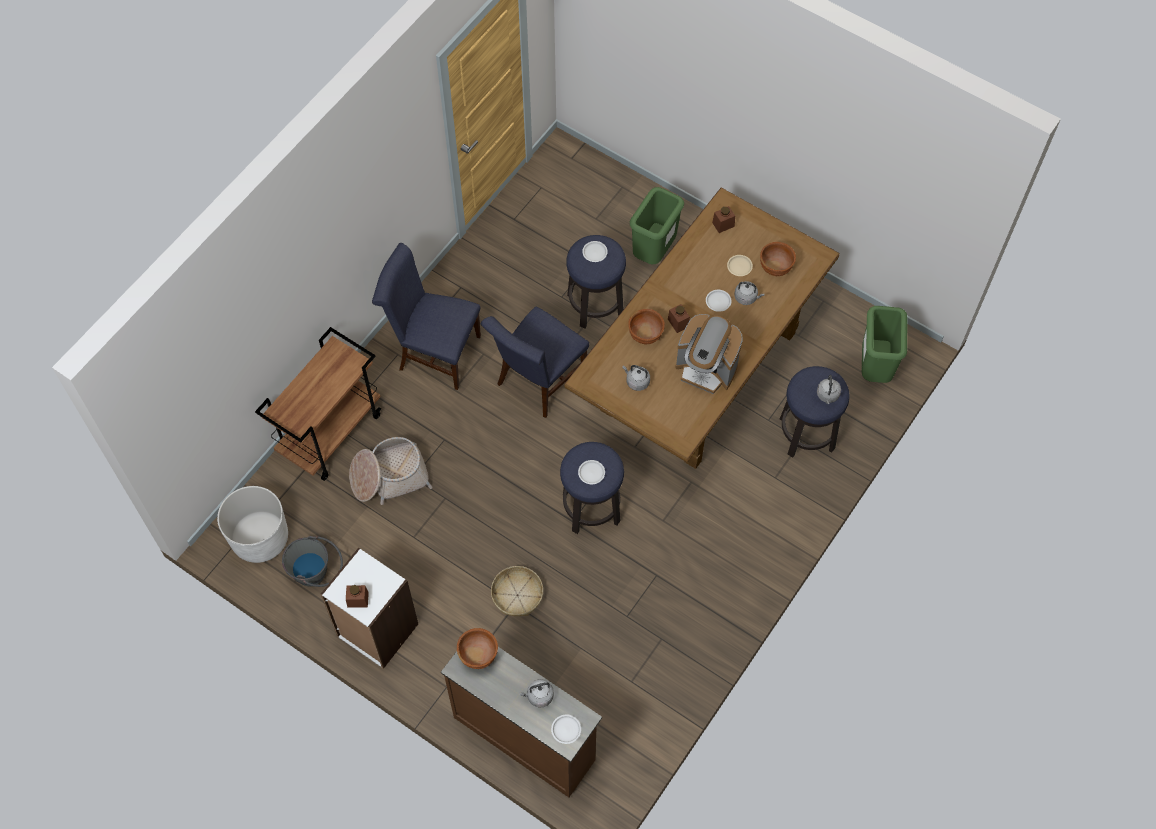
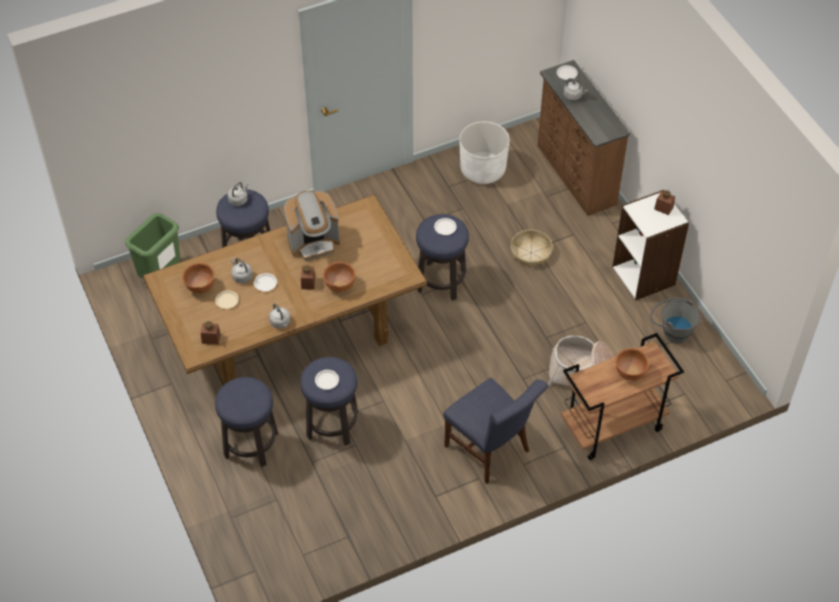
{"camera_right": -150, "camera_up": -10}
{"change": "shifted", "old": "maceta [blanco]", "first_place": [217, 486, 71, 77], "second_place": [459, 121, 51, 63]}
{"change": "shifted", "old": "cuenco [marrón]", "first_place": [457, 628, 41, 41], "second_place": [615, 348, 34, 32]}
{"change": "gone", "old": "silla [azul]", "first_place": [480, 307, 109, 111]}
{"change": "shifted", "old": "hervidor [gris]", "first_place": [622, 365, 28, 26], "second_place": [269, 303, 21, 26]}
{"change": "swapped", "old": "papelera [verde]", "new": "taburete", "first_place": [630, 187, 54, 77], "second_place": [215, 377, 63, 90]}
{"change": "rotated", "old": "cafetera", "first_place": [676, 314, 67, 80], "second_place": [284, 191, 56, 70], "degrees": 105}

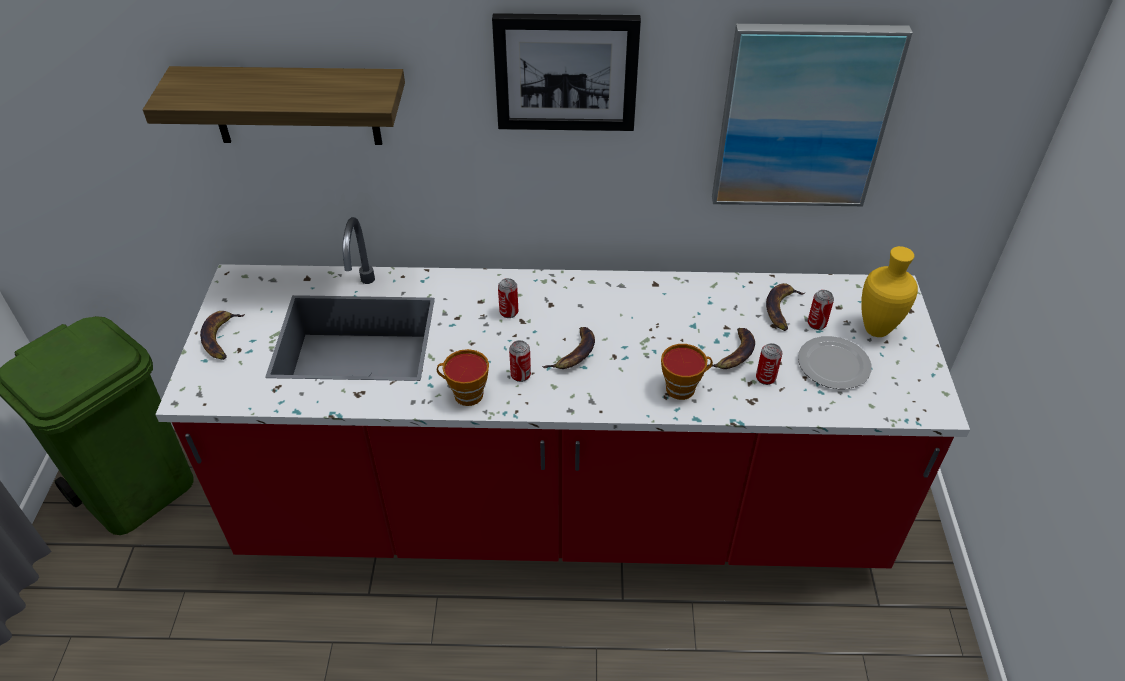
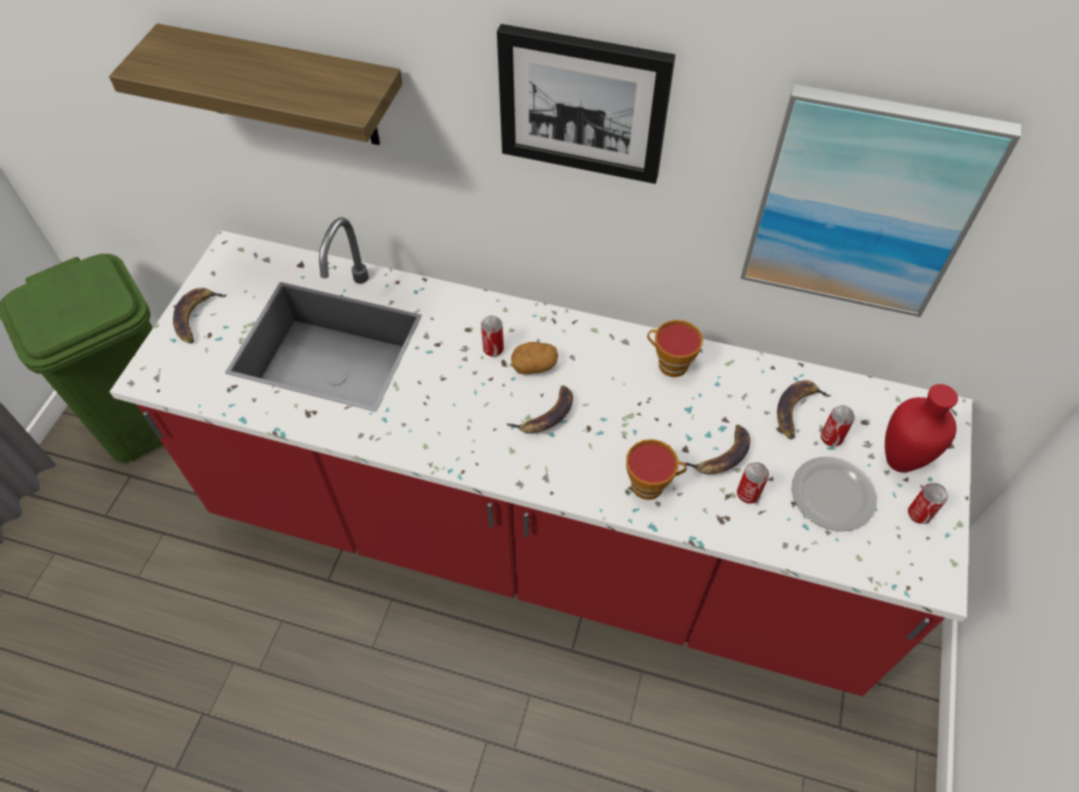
{"camera_right": 15, "camera_up": 10}
{"change": "shifted", "old": "taza", "first_place": [437, 349, 52, 57], "second_place": [647, 320, 56, 57]}
{"change": "shifted", "old": "lata", "first_place": [509, 340, 22, 42], "second_place": [908, 483, 40, 41]}
{"change": "repainted", "old": "florero [amarillo]", "new": "florero [rojo]", "first_place": [861, 246, 57, 91], "second_place": [885, 384, 73, 89]}
{"change": "new", "new": "patata", "second_place": [511, 342, 47, 32]}

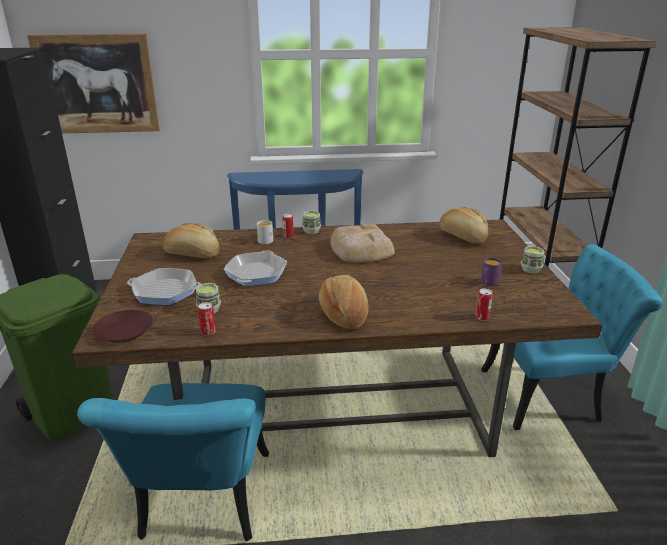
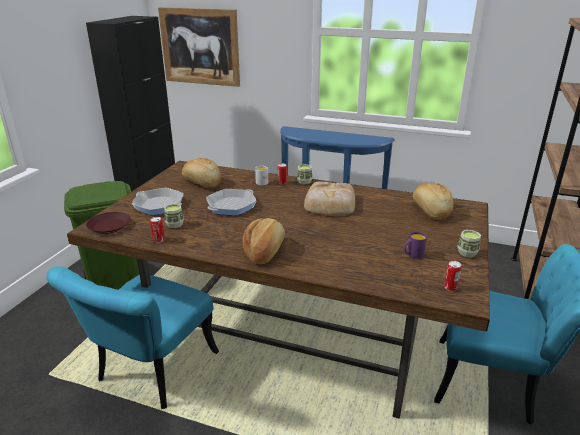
{"camera_right": 25, "camera_up": 0}
{"change": "shifted", "old": "lata", "first_place": [475, 289, 18, 32], "second_place": [444, 261, 18, 30]}

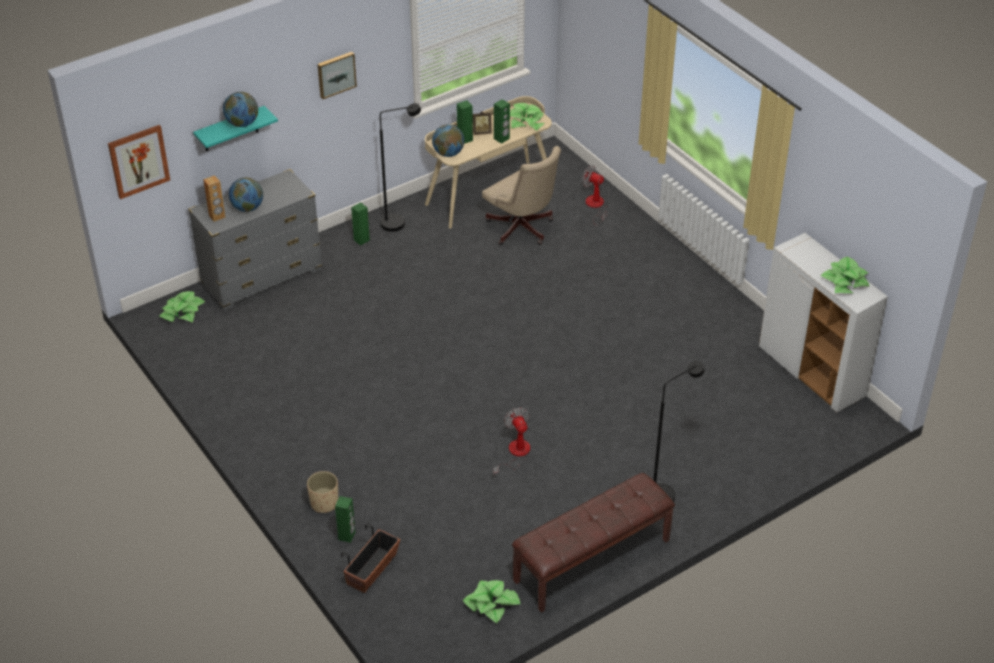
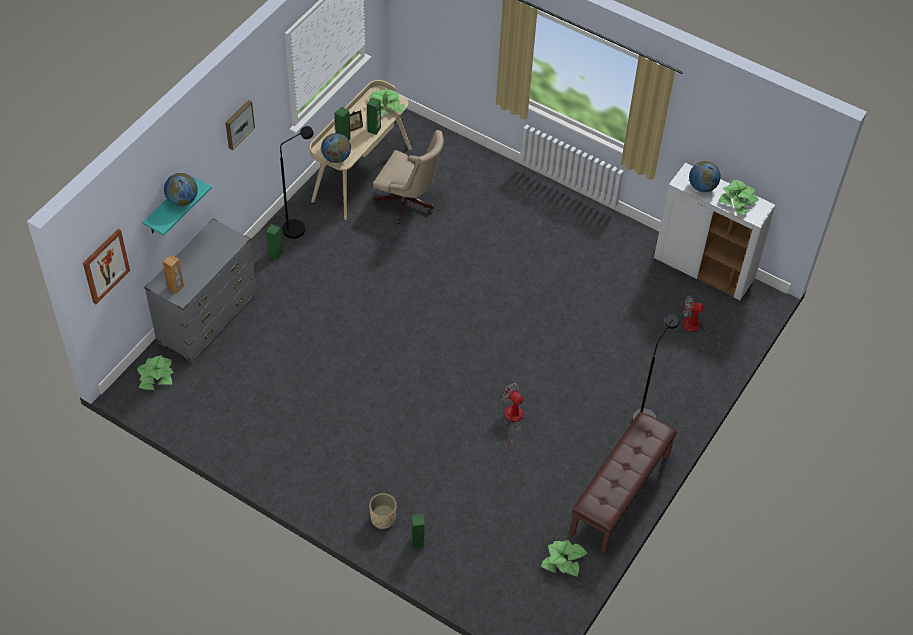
{"camera_right": -25, "camera_up": 10}
{"change": "shifted", "old": "globo terráqueo", "first_place": [229, 177, 34, 35], "second_place": [689, 161, 32, 31]}
{"change": "gone", "old": "maceta", "first_place": [341, 523, 59, 70]}
{"change": "shifted", "old": "ventilador", "first_place": [582, 165, 26, 61], "second_place": [682, 295, 38, 58]}

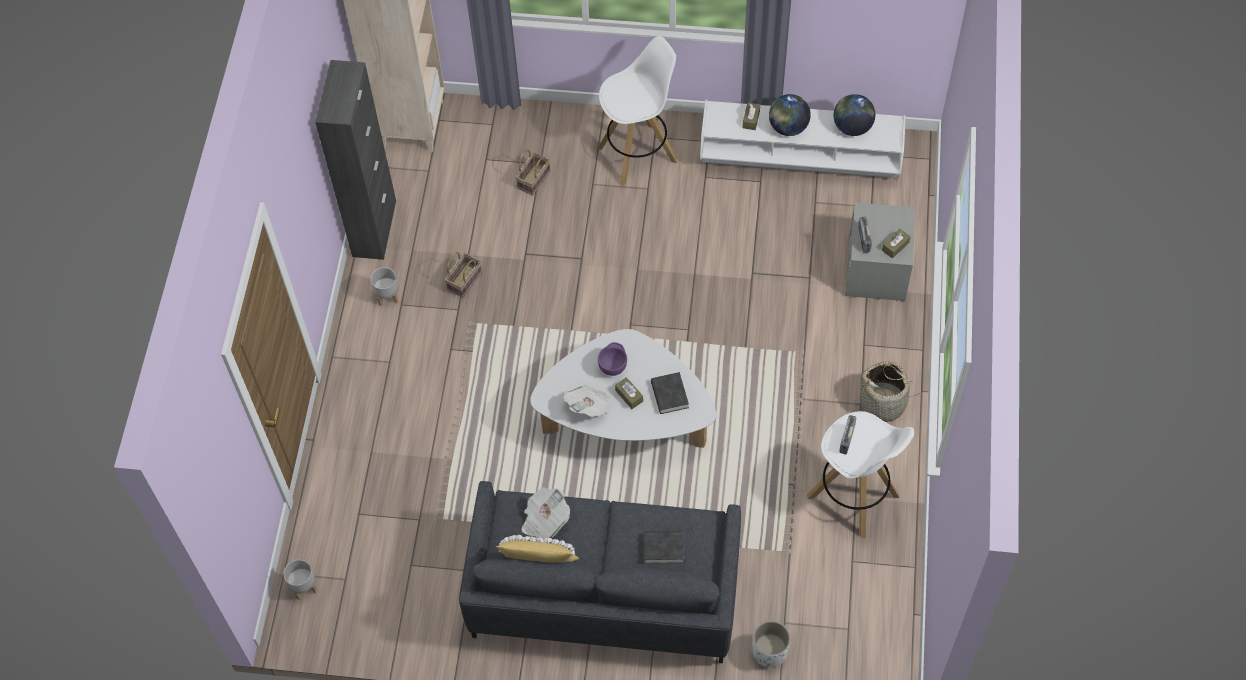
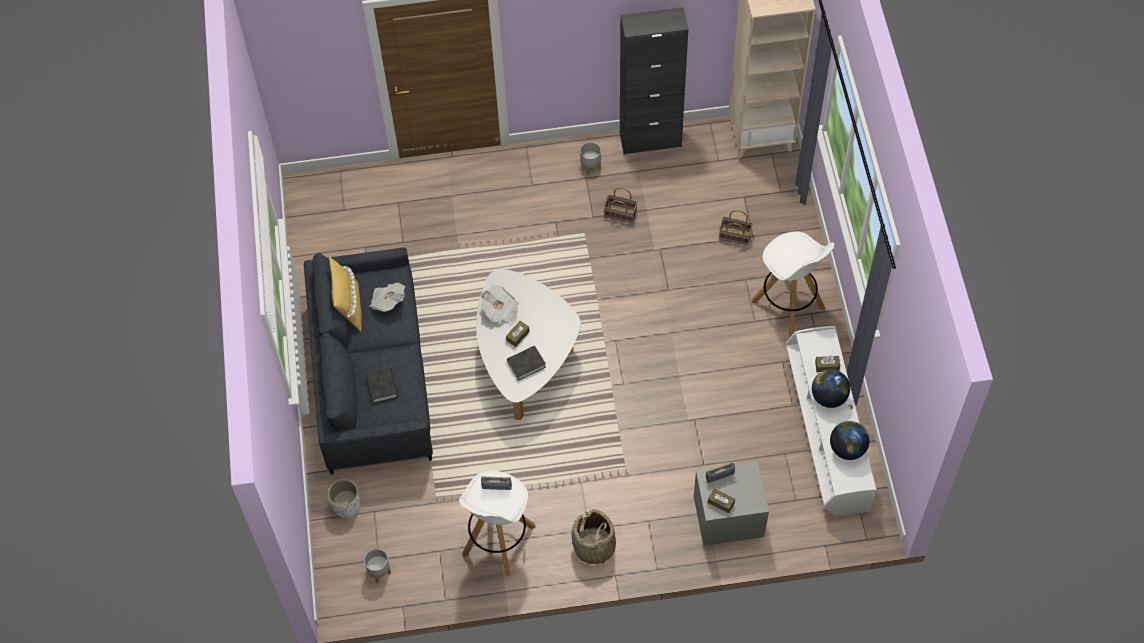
{"camera_right": 75, "camera_up": 0}
{"change": "shifted", "old": "maceta [gris]", "first_place": [283, 560, 34, 40], "second_place": [364, 549, 27, 34]}
{"change": "gone", "old": "cuenco [morado]", "first_place": [598, 342, 29, 34]}

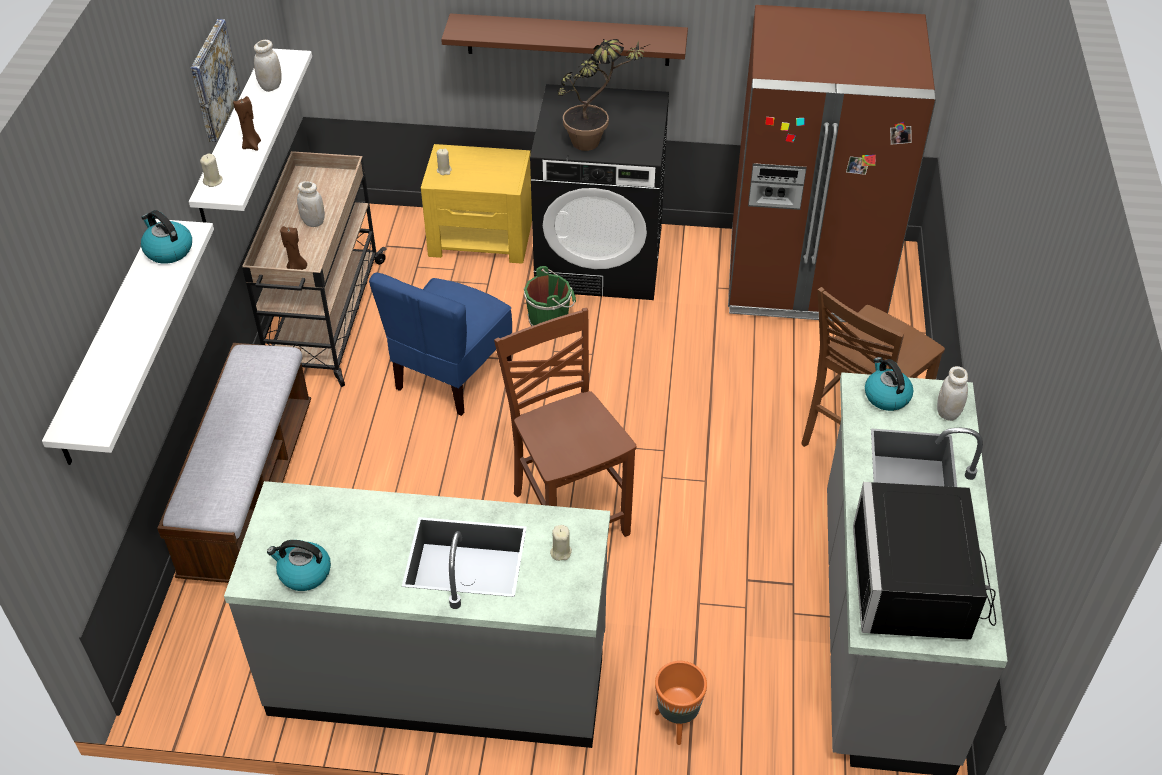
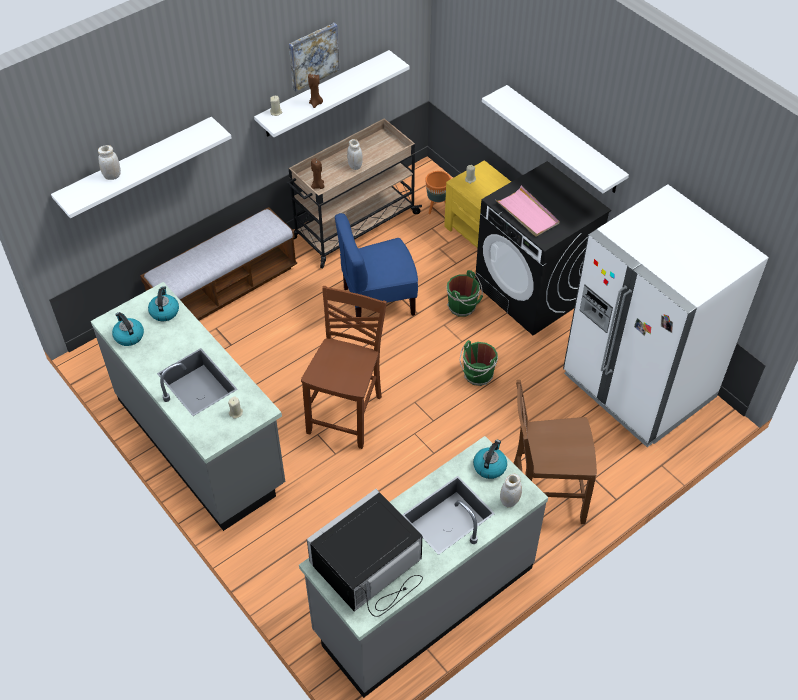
{"camera_right": 45, "camera_up": 5}
{"change": "shifted", "old": "hervidor", "first_place": [141, 210, 51, 54], "second_place": [148, 286, 31, 35]}
{"change": "shifted", "old": "tarro [blanco]", "first_place": [254, 40, 28, 52], "second_place": [98, 145, 23, 35]}
{"change": "repainted", "old": "estante [marrón]", "new": "estante [blanco]", "first_place": [441, 14, 247, 52], "second_place": [482, 85, 147, 108]}
{"change": "swapped", "old": "planta en maceta", "new": "bandeja [rosa]", "first_place": [558, 39, 92, 112], "second_place": [496, 186, 64, 51]}
{"change": "shifted", "old": "maceta [naranja]", "first_place": [655, 661, 52, 84], "second_place": [425, 171, 26, 43]}
{"change": "repainted", "old": "nevera [marrón]", "new": "nevera [blanco]", "first_place": [728, 5, 208, 317], "second_place": [563, 184, 206, 263]}
{"change": "new", "new": "cubo [verde]", "second_place": [460, 340, 38, 46]}

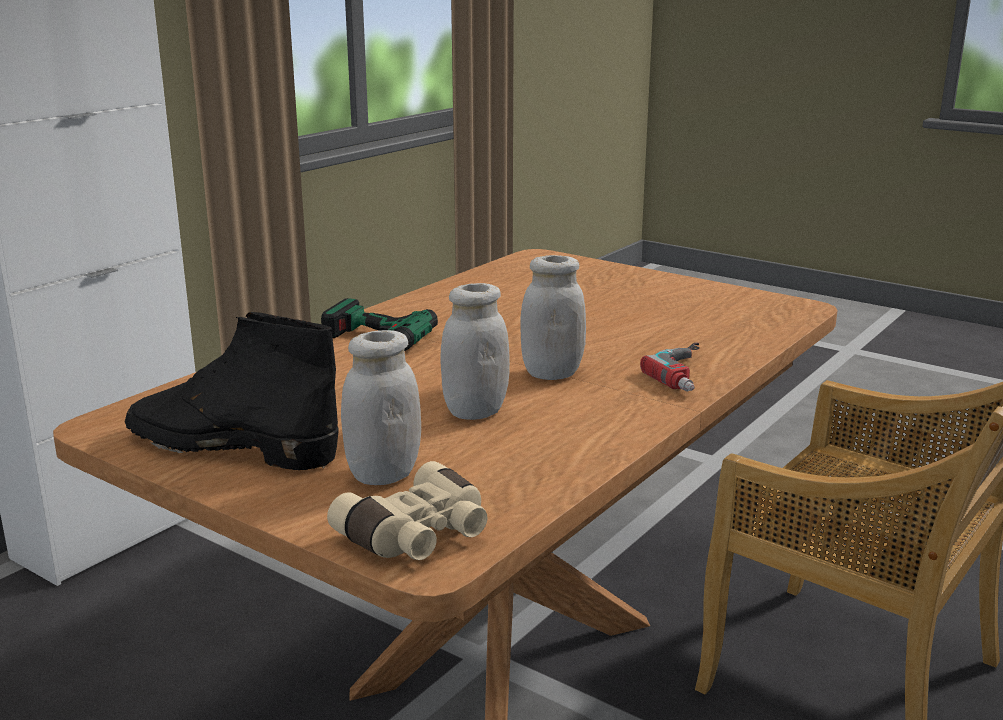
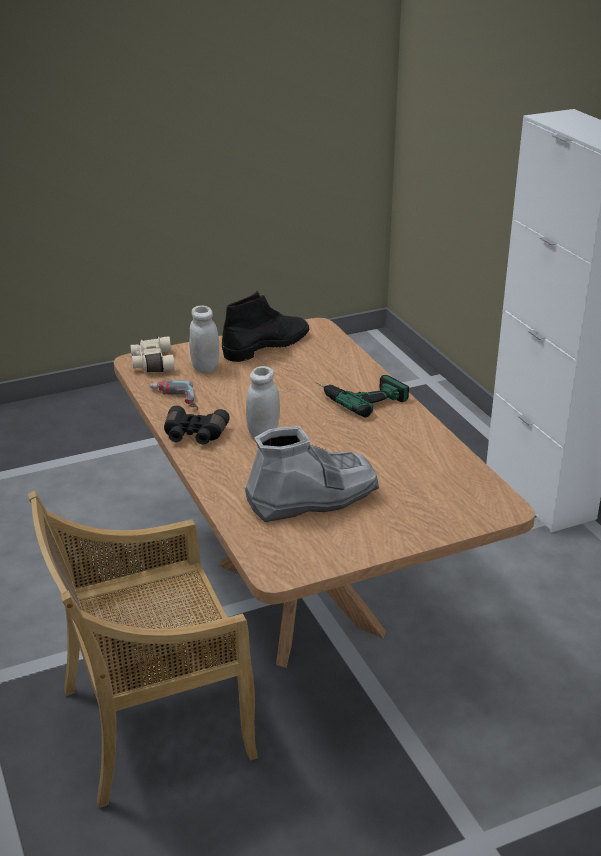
{"camera_right": 120, "camera_up": 10}
{"change": "gone", "old": "tarro [blanco]", "first_place": [440, 283, 70, 137]}
{"change": "shifted", "old": "taladro", "first_place": [640, 343, 60, 49], "second_place": [149, 380, 49, 30]}
{"change": "new", "new": "prismáticos [negro]", "second_place": [164, 406, 66, 39]}
{"change": "new", "new": "bota [gris]", "second_place": [245, 426, 134, 96]}

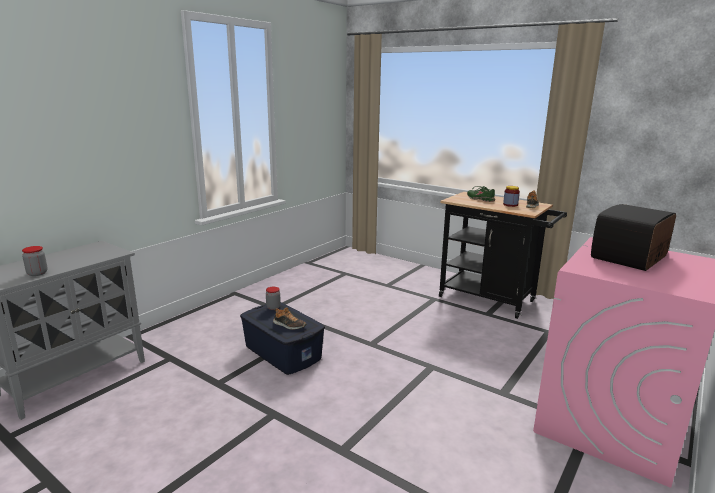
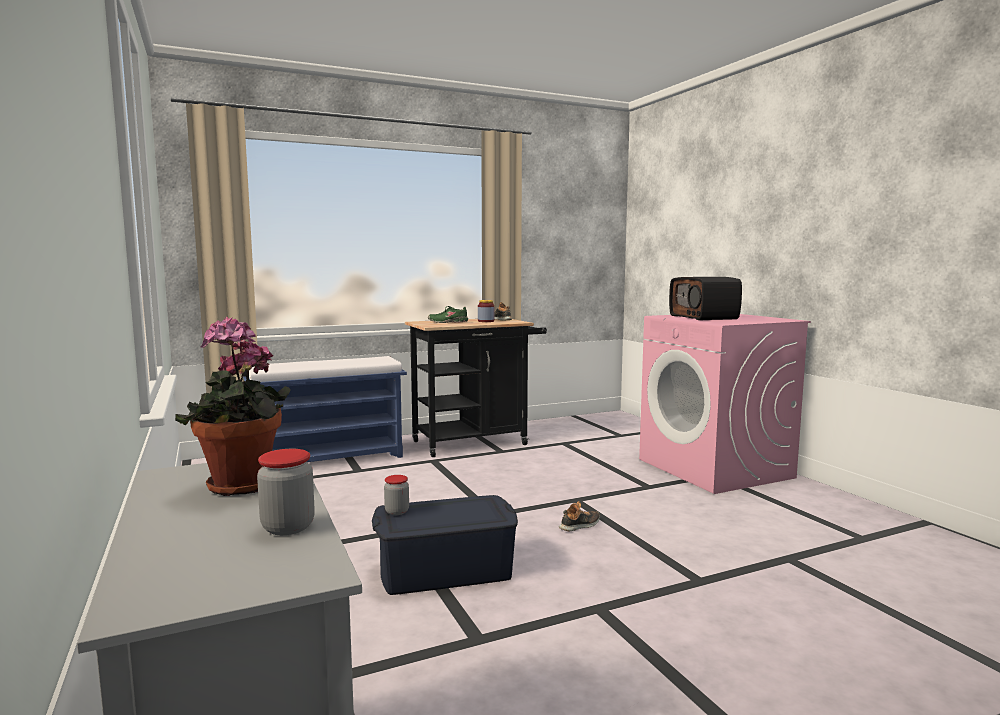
{"camera_right": -60, "camera_up": -10}
{"change": "shifted", "old": "zapato", "first_place": [273, 307, 34, 23], "second_place": [559, 501, 41, 30]}
{"change": "new", "new": "planta en maceta", "second_place": [175, 317, 115, 179]}
{"change": "new", "new": "banco [azul]", "second_place": [243, 356, 164, 106]}

